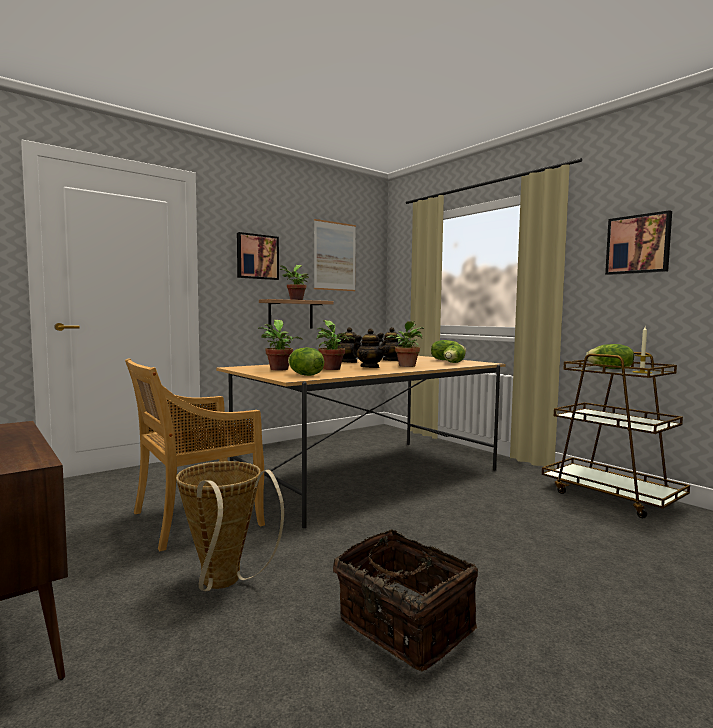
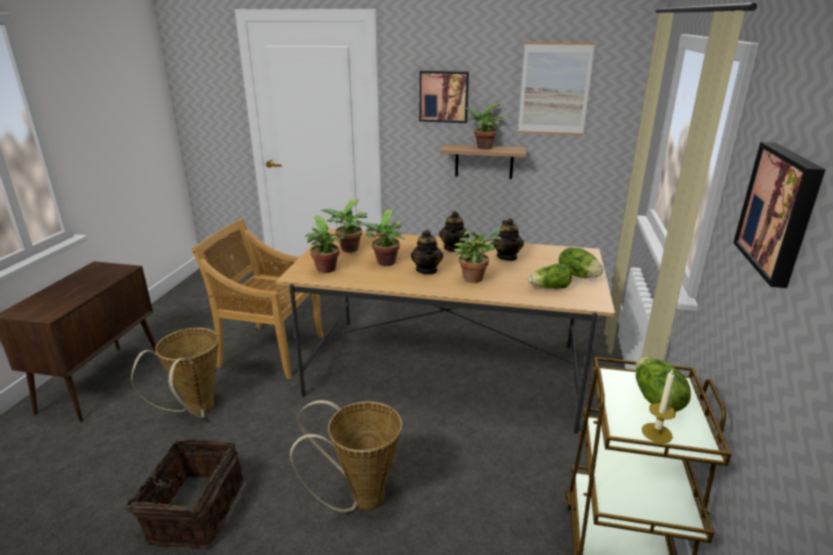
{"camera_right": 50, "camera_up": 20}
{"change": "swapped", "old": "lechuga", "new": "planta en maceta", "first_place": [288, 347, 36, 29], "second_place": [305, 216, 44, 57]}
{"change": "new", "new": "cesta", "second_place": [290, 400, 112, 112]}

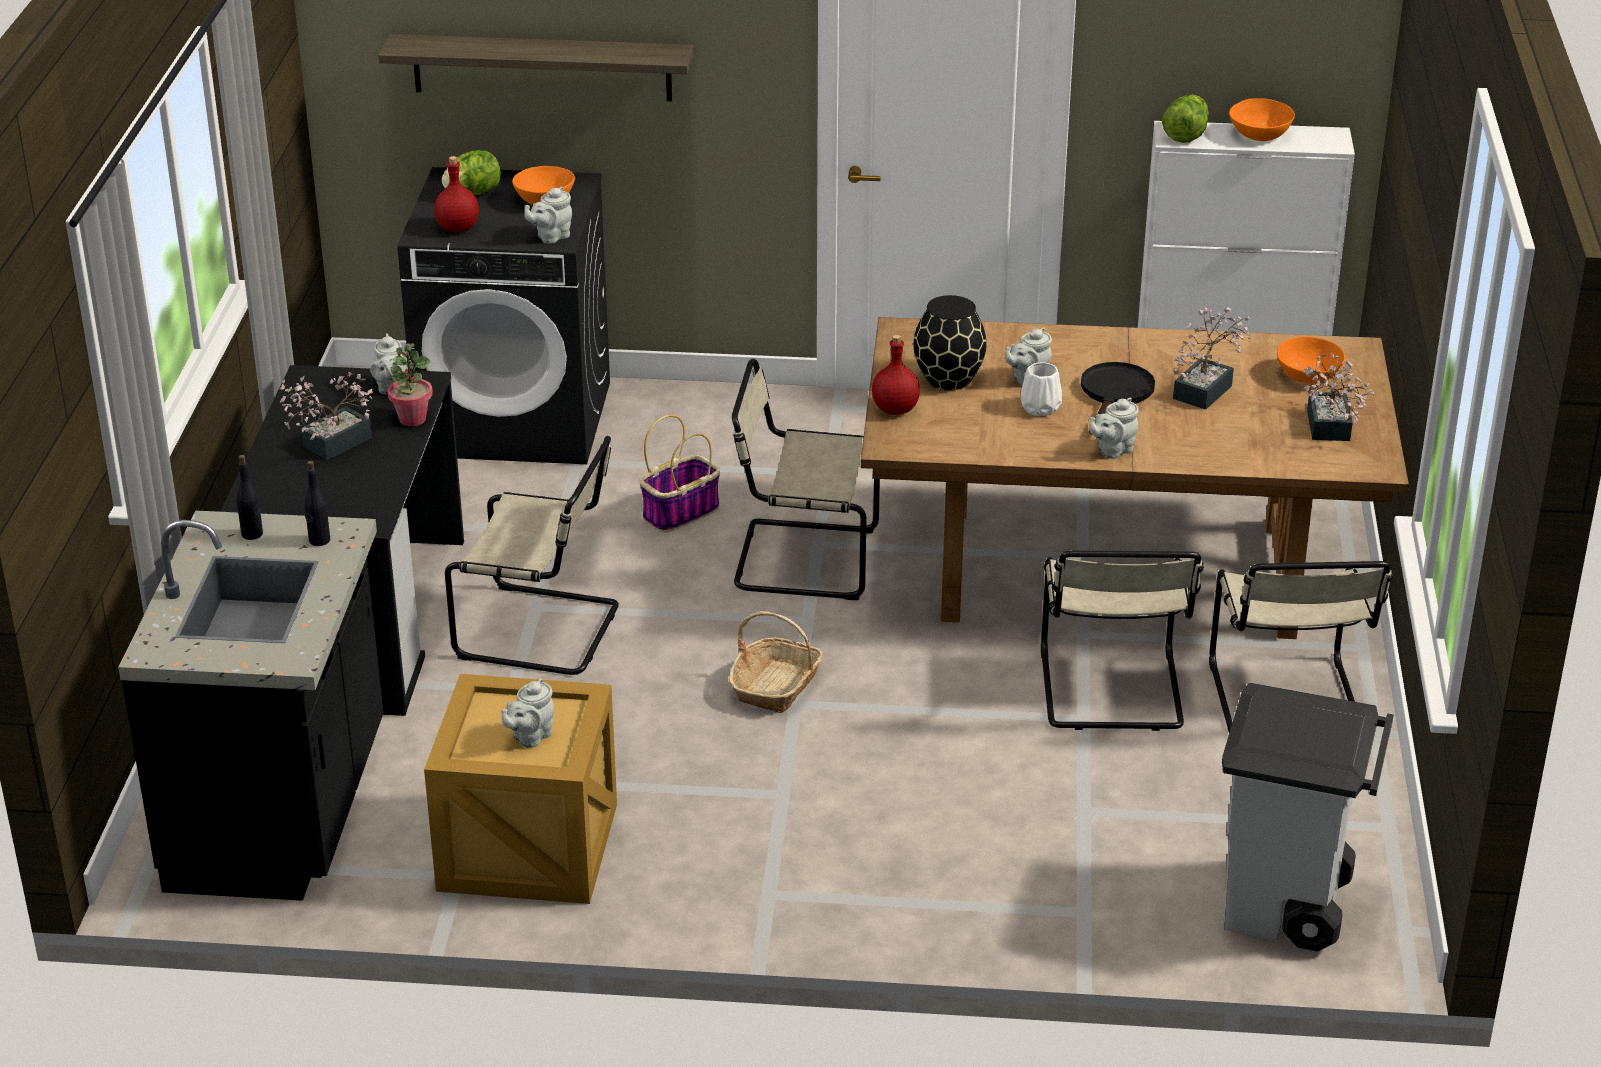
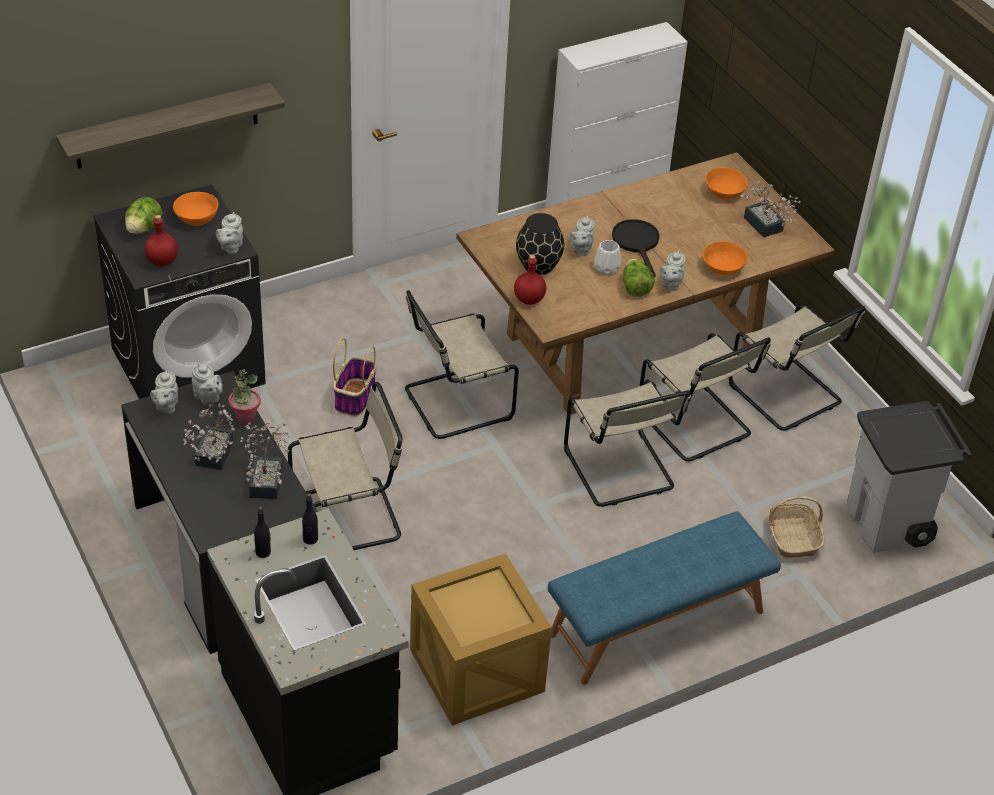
{"camera_right": -35, "camera_up": 10}
{"change": "shifted", "old": "tetera [gris]", "first_place": [501, 679, 53, 69], "second_place": [150, 370, 28, 44]}
{"change": "shifted", "old": "cesta", "first_place": [729, 611, 94, 102], "second_place": [768, 497, 57, 61]}
{"change": "shifted", "old": "lechuga", "first_place": [1162, 95, 47, 48], "second_place": [623, 259, 32, 38]}
{"change": "shifted", "old": "planta en maceta", "first_place": [1173, 307, 78, 103], "second_place": [241, 420, 49, 79]}
{"change": "shifted", "old": "cuenco [naranja]", "first_place": [1229, 98, 66, 43], "second_place": [703, 241, 44, 34]}
{"change": "new", "new": "banco [azul]", "second_place": [548, 511, 233, 174]}
{"change": "new", "new": "silla [beis]", "second_place": [564, 380, 127, 127]}

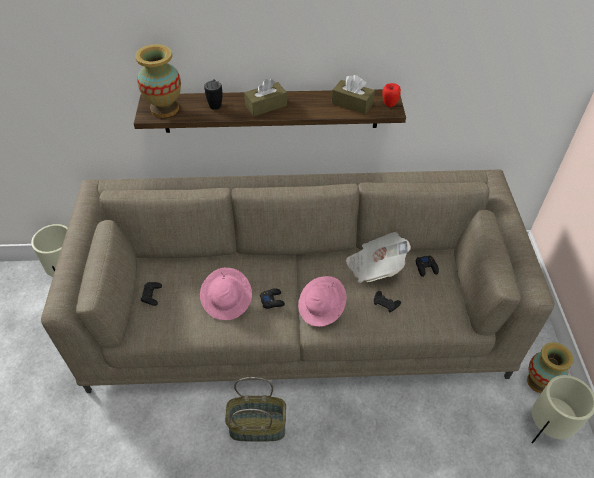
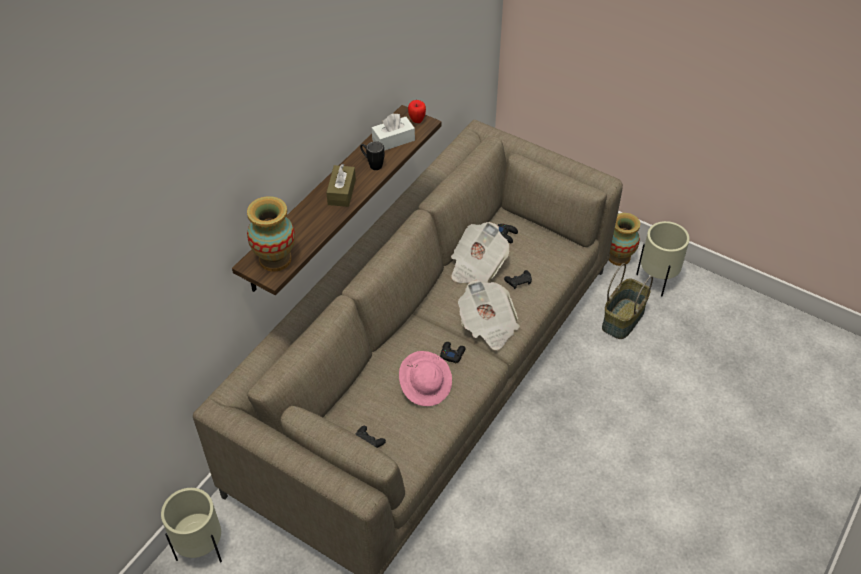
{"camera_right": -55, "camera_up": 0}
{"change": "shifted", "old": "taza grande [negro]", "first_place": [204, 79, 19, 31], "second_place": [360, 141, 24, 29]}
{"change": "shifted", "old": "cesta", "first_place": [225, 377, 61, 64], "second_place": [602, 263, 51, 76]}
{"change": "swapped", "old": "sombrero [rosa]", "new": "periódico", "first_place": [298, 276, 48, 51], "second_place": [458, 280, 62, 70]}
{"change": "repainted", "old": "caja de pañuelos [marrón]", "new": "caja de pañuelos [blanco]", "first_place": [332, 75, 43, 39], "second_place": [372, 113, 43, 38]}

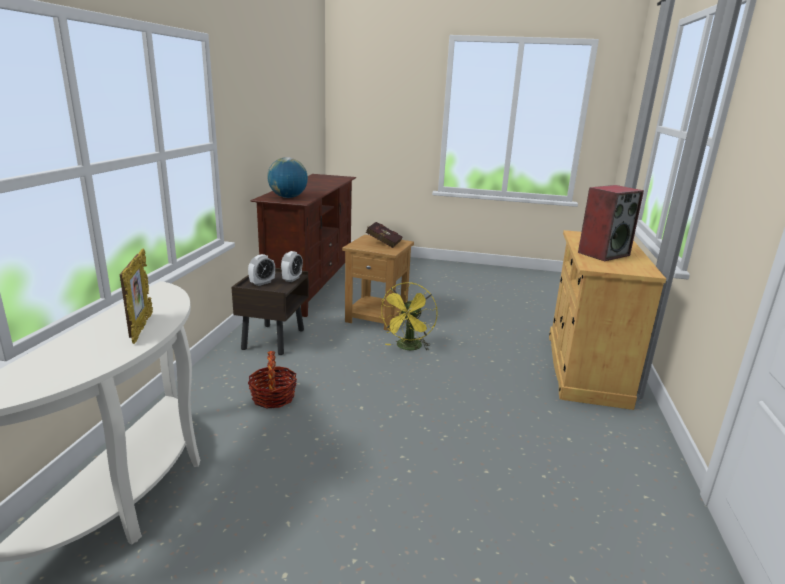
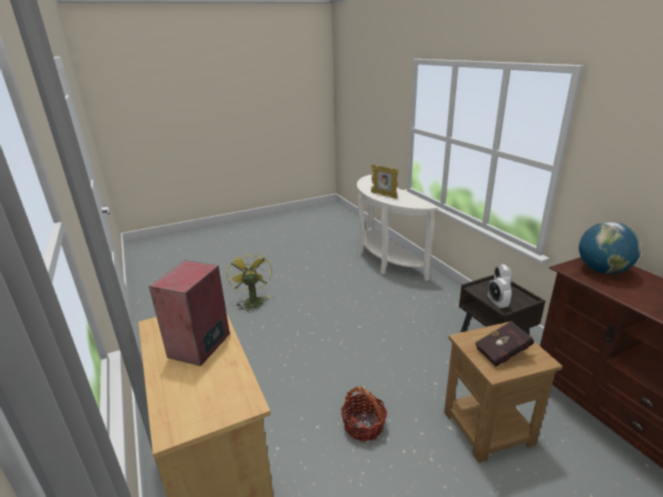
{"camera_right": 145, "camera_up": 5}
{"change": "shifted", "old": "cesta", "first_place": [248, 351, 49, 58], "second_place": [341, 386, 46, 56]}
{"change": "shifted", "old": "ventilador [amarillo]", "first_place": [380, 282, 58, 69], "second_place": [226, 252, 46, 61]}

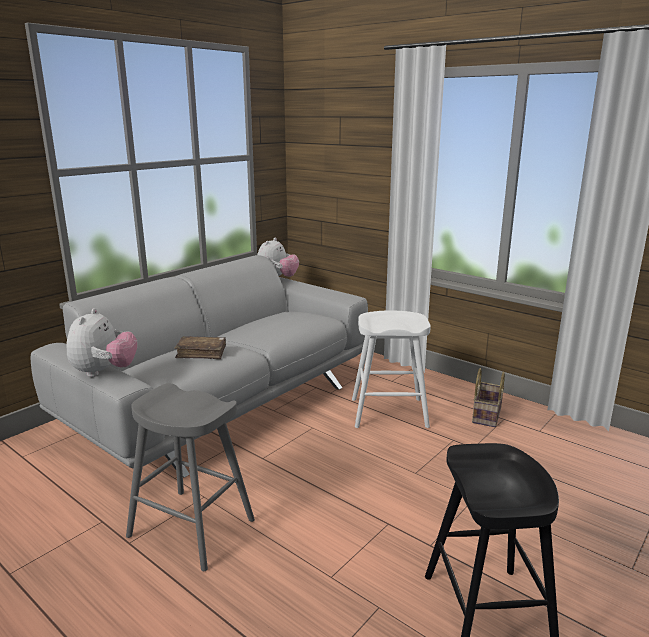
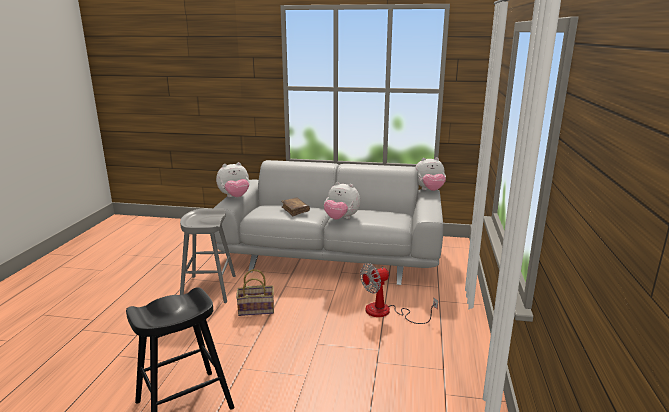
{"camera_right": 60, "camera_up": 0}
{"change": "swapped", "old": "taburete [blanco]", "new": "ventilador", "first_place": [352, 310, 79, 118], "second_place": [360, 263, 78, 61]}
{"change": "shifted", "old": "cesta", "first_place": [472, 368, 33, 59], "second_place": [236, 269, 38, 47]}
{"change": "new", "new": "peluche", "second_place": [324, 182, 36, 38]}

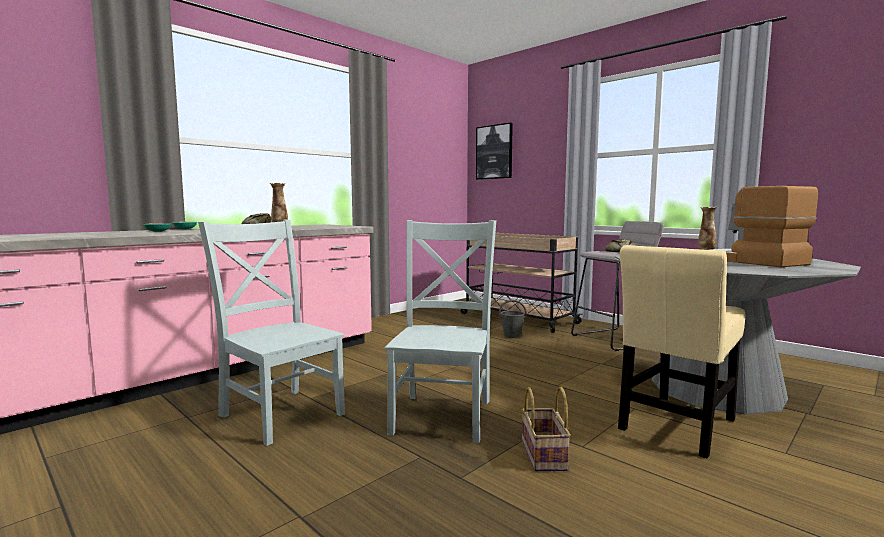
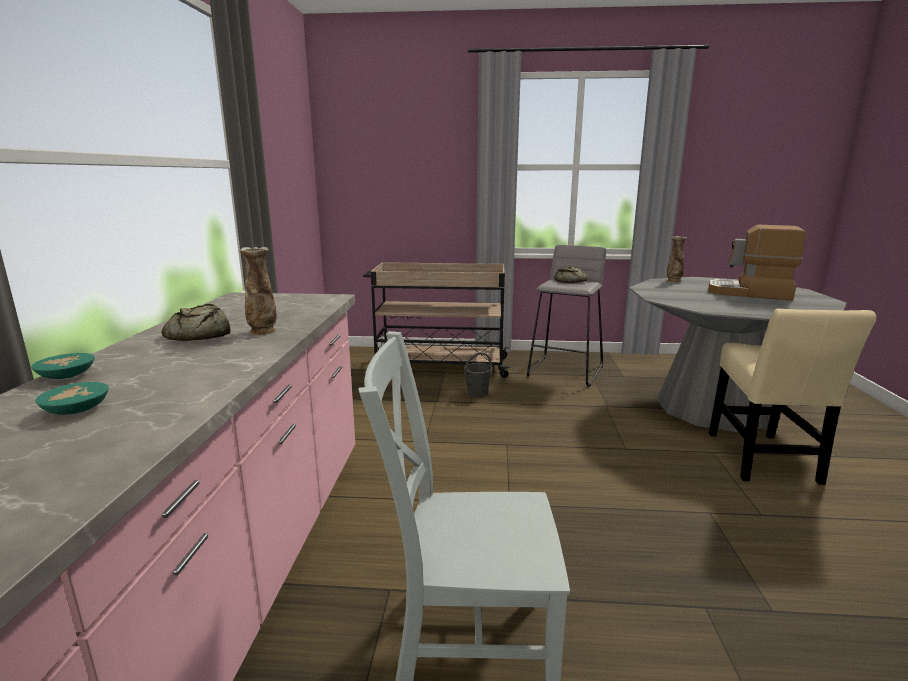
{"camera_right": -40, "camera_up": 10}
{"change": "gone", "old": "silla [gris]", "first_place": [385, 220, 111, 223]}
{"change": "gone", "old": "cuadro", "first_place": [476, 123, 37, 57]}
{"change": "gone", "old": "cesta", "first_place": [522, 387, 49, 84]}

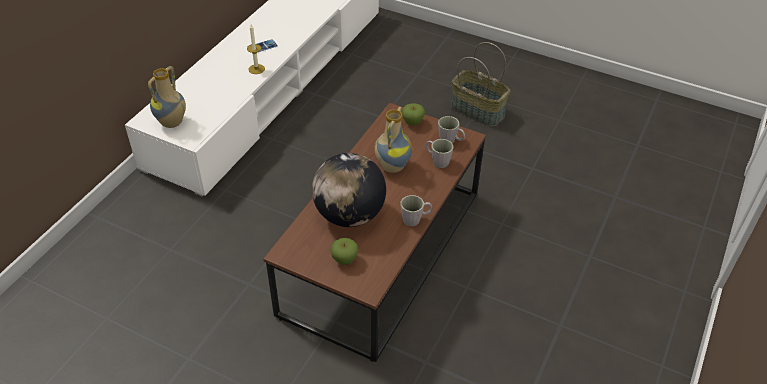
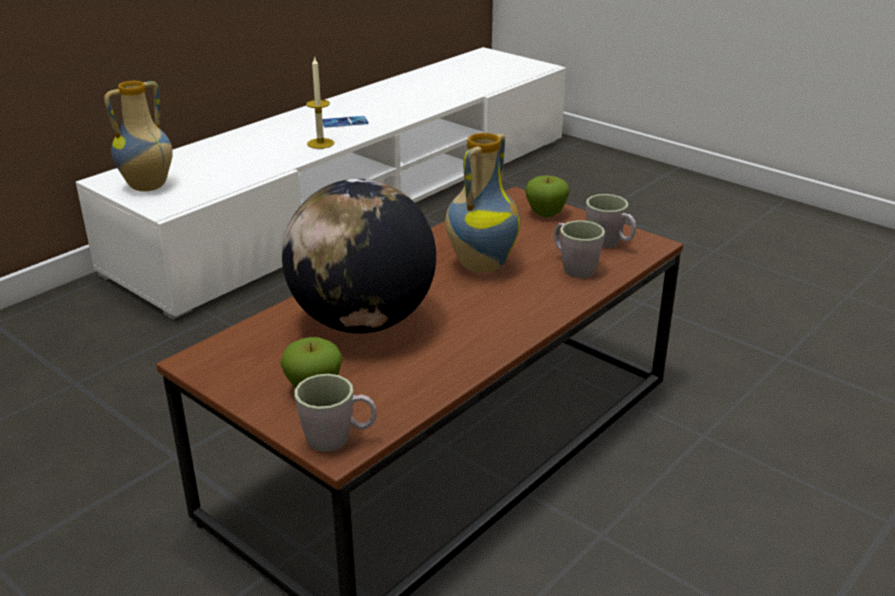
{"camera_right": 15, "camera_up": -15}
{"change": "shifted", "old": "taza grande [gris]", "first_place": [401, 195, 31, 31], "second_place": [295, 374, 82, 78]}
{"change": "gone", "old": "cesta", "first_place": [451, 42, 59, 84]}

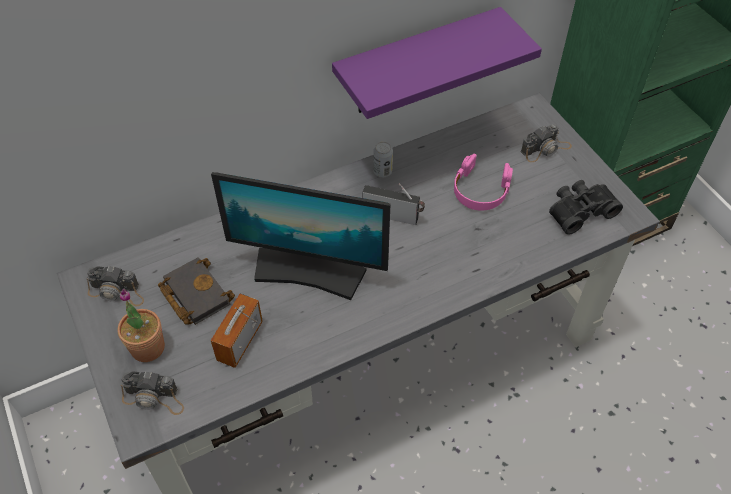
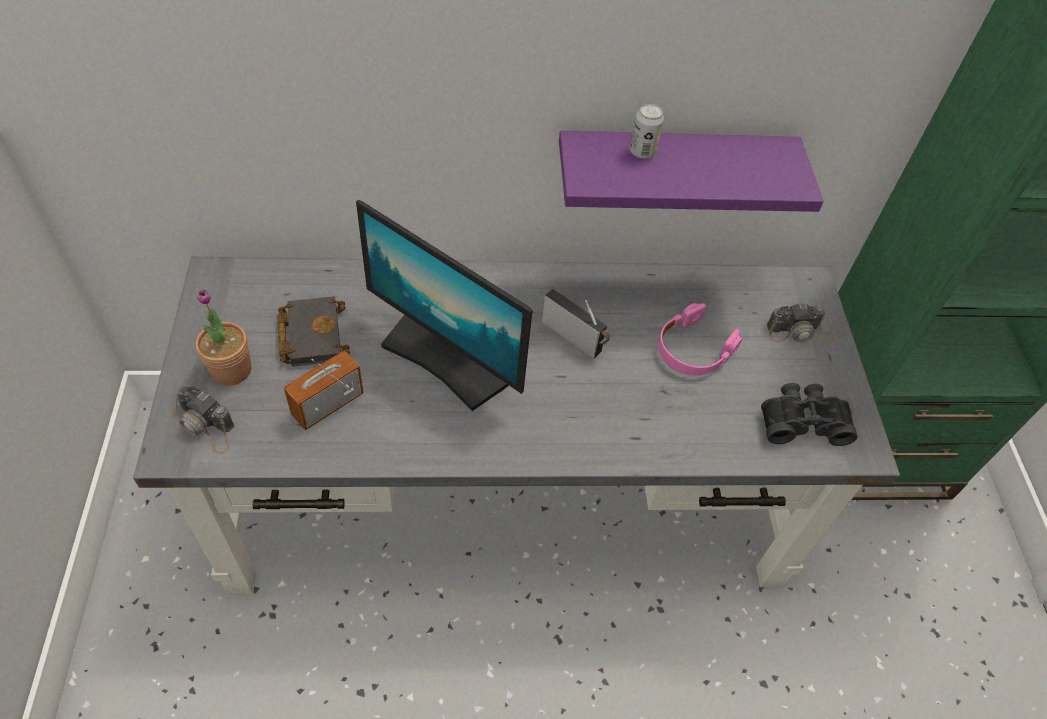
{"camera_right": 20, "camera_up": 0}
{"change": "gone", "old": "cámara", "first_place": [87, 266, 57, 40]}
{"change": "shifted", "old": "lata", "first_place": [373, 142, 20, 35], "second_place": [630, 104, 34, 55]}

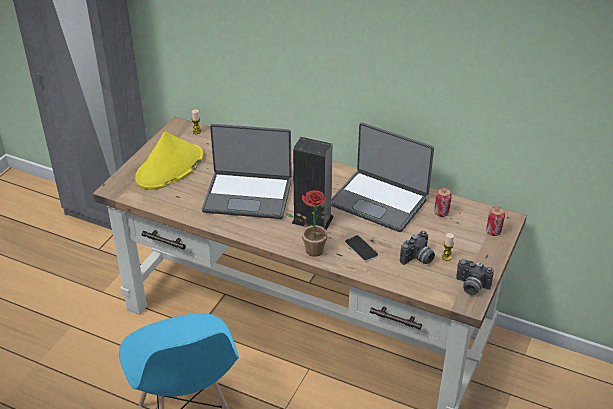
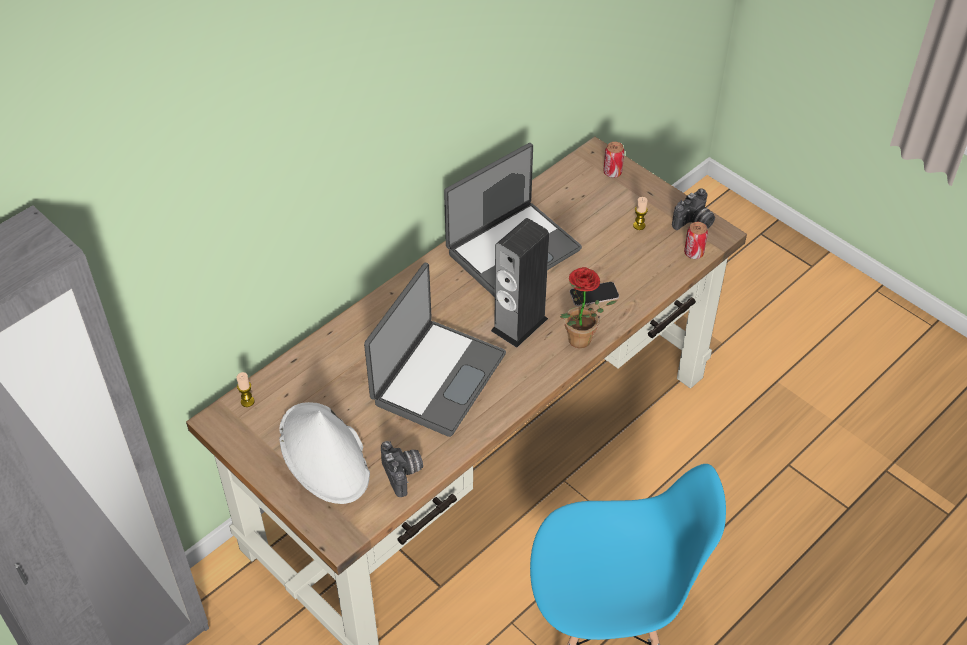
{"camera_right": -70, "camera_up": 10}
{"change": "repainted", "old": "sombrero [amarillo]", "new": "sombrero [blanco]", "first_place": [135, 131, 68, 59], "second_place": [279, 402, 91, 102]}
{"change": "shifted", "old": "cámara", "first_place": [400, 231, 35, 34], "second_place": [381, 441, 42, 56]}
{"change": "shifted", "old": "lata", "first_place": [434, 188, 18, 29], "second_place": [684, 222, 24, 37]}

